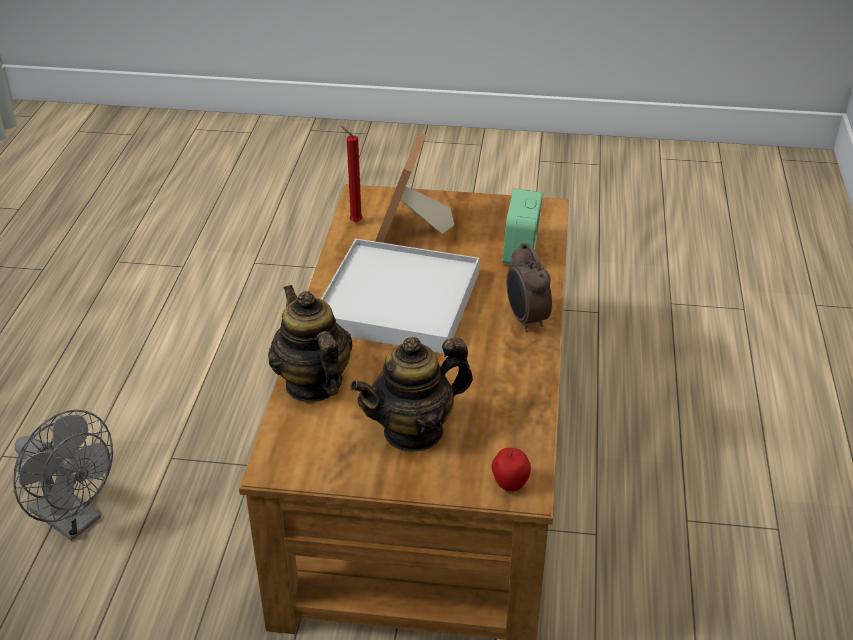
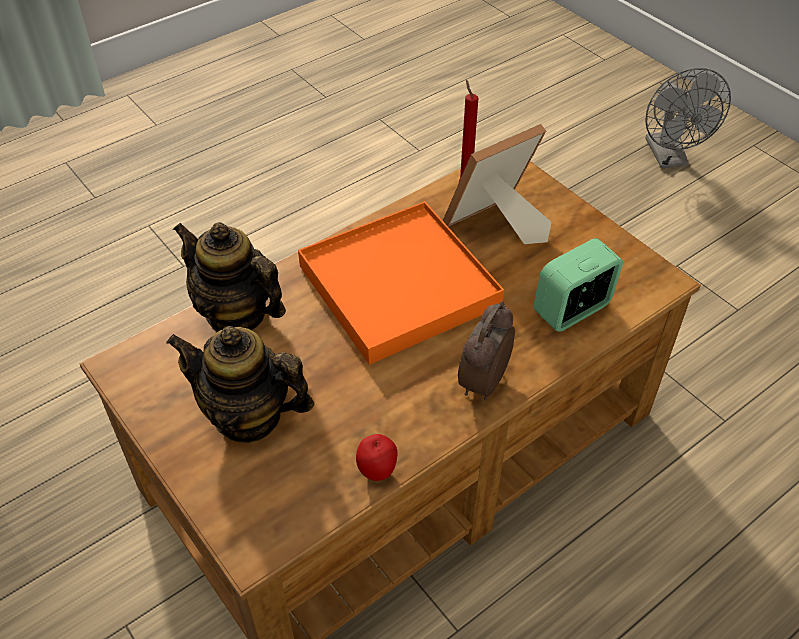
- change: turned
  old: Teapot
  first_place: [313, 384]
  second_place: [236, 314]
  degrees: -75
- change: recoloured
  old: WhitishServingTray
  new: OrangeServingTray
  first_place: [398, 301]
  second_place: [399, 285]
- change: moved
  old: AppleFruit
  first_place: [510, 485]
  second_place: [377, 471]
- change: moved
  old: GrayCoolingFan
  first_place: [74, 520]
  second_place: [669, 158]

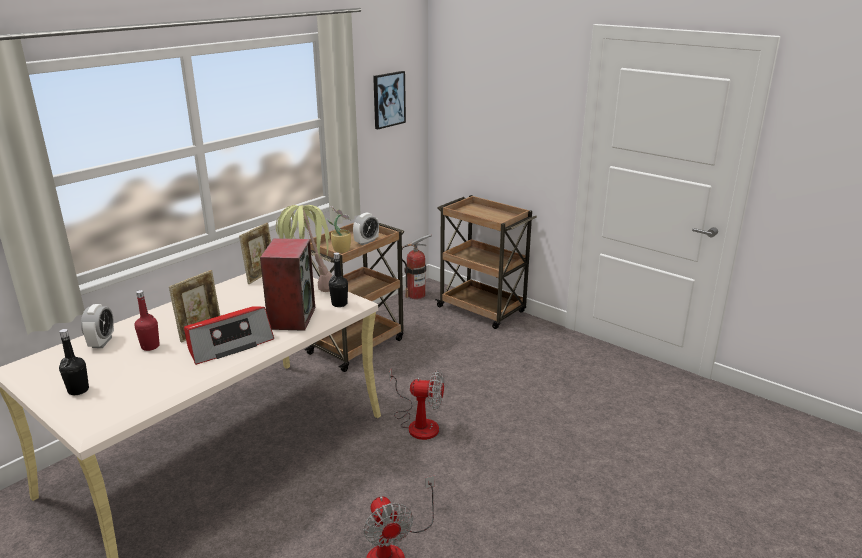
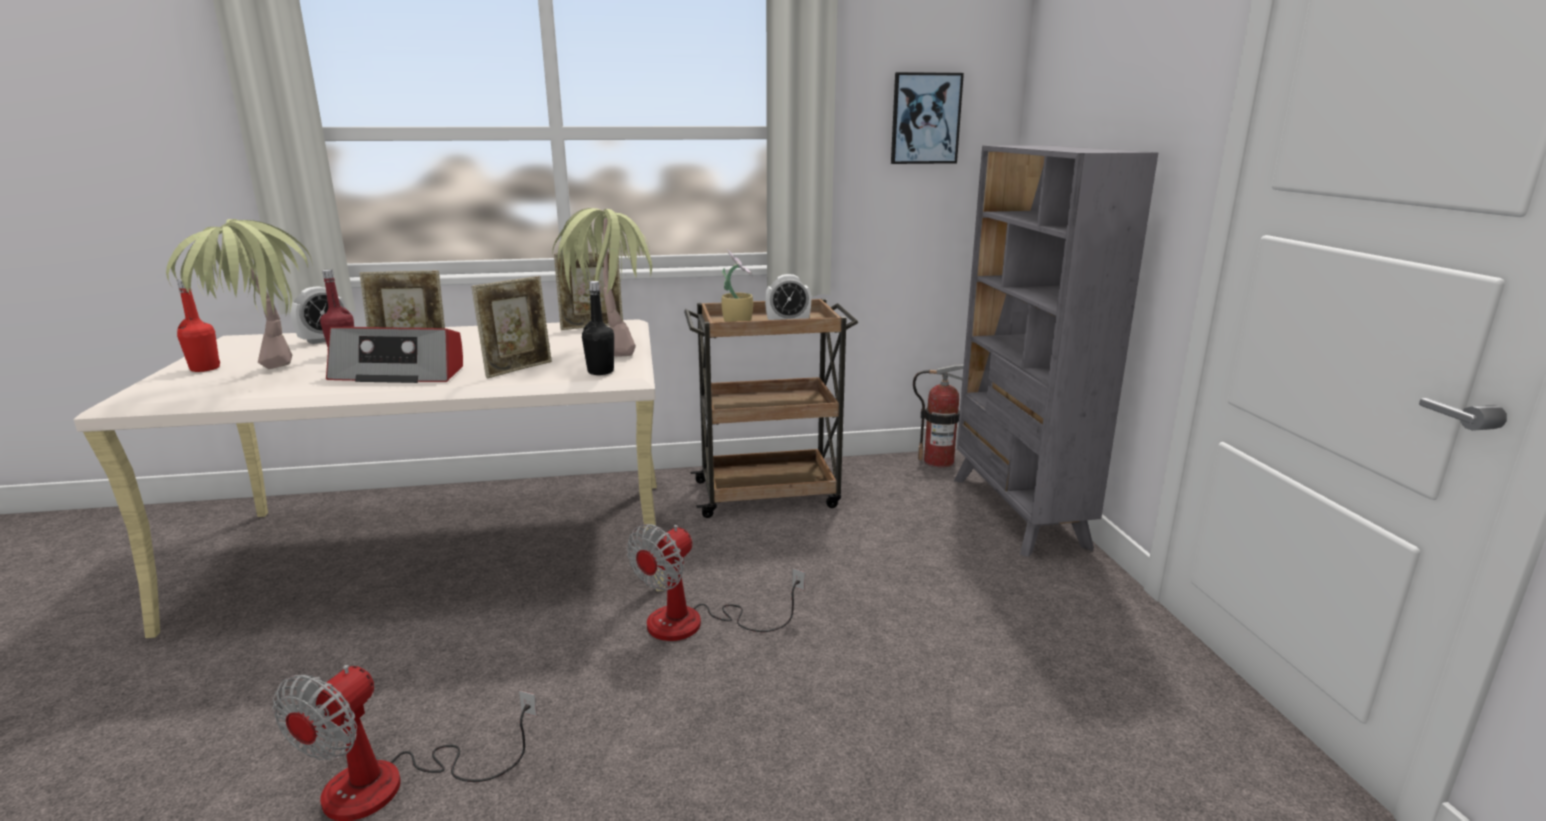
- change: added
  new: PlantInAPot
  second_place: [264, 377]
- change: recoloured
  old: BlackColouredBeverageBottle
  new: RedBeverageBottle
  first_place: [78, 390]
  second_place: [205, 368]
- change: replaced
  old: Loudspeaker
  new: PhotoFrame
  first_place: [291, 317]
  second_place: [518, 369]
- change: turned
  old: CoolingFan
  first_place: [418, 423]
  second_place: [695, 624]
  degrees: 75
- change: replaced
  old: BrownishWheeledCart
  new: GrayBookshelf
  first_place: [482, 310]
  second_place: [1017, 512]

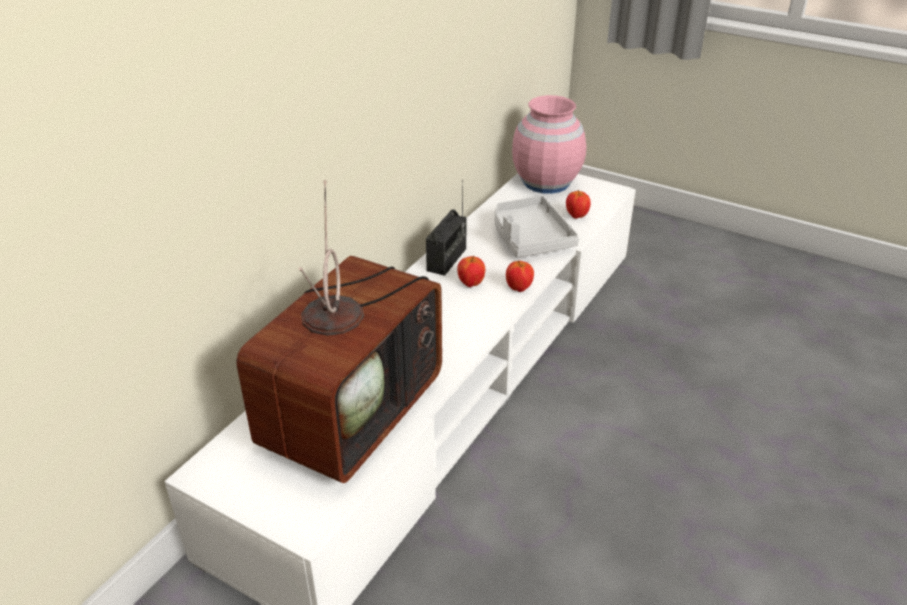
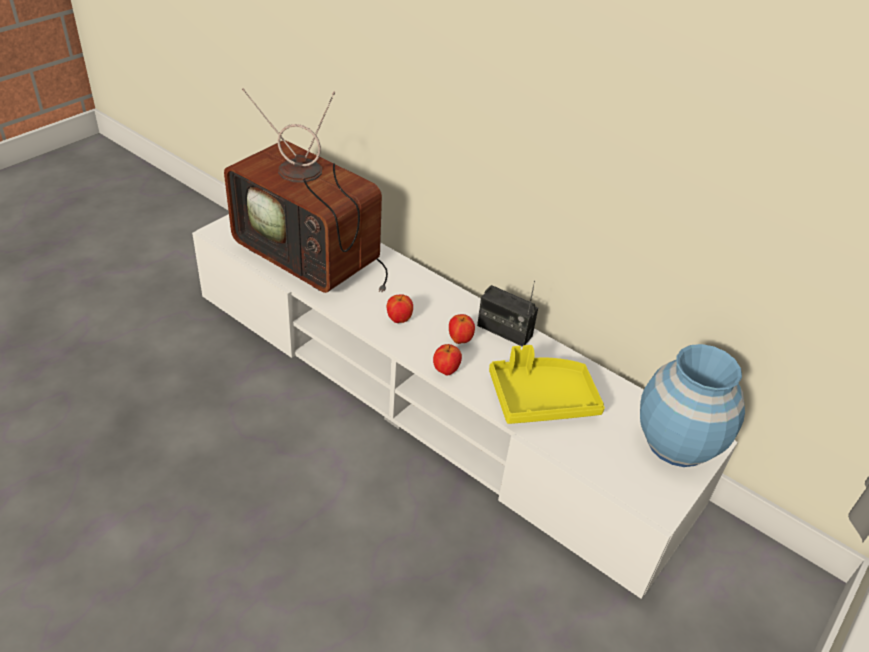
- change: moved
  old: AppleFruit
  first_place: [576, 216]
  second_place: [399, 319]
- change: recoloured
  old: GrayServingTray
  new: YellowColouredServingTray
  first_place: [529, 238]
  second_place: [541, 399]
- change: recoloured
  old: PinkDecorativeVase
  new: BlueDecorativeVase
  first_place: [546, 182]
  second_place: [677, 443]

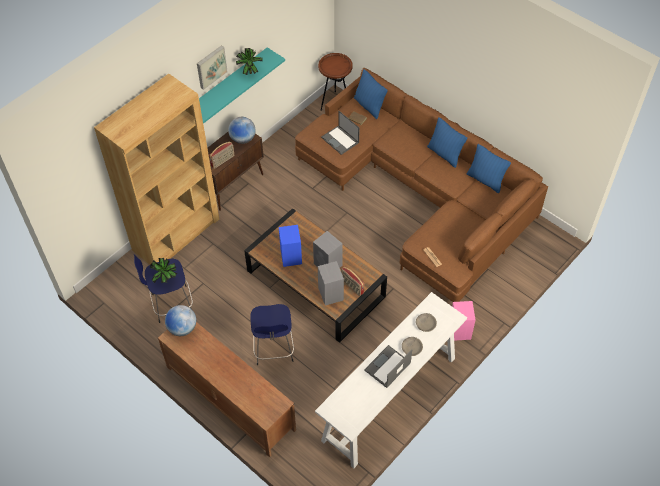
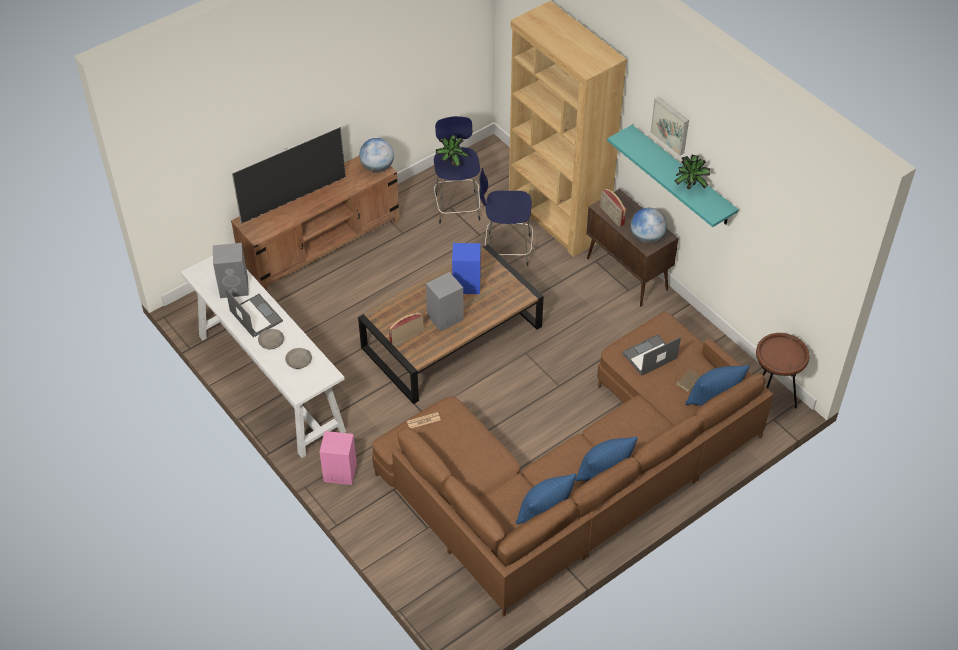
- change: moved
  old: GrayLoudspeaker
  first_place: [330, 293]
  second_place: [235, 287]
- change: added
  new: Television
  second_place: [293, 199]
- change: moved
  old: BlueStool
  first_place: [273, 349]
  second_place: [506, 249]

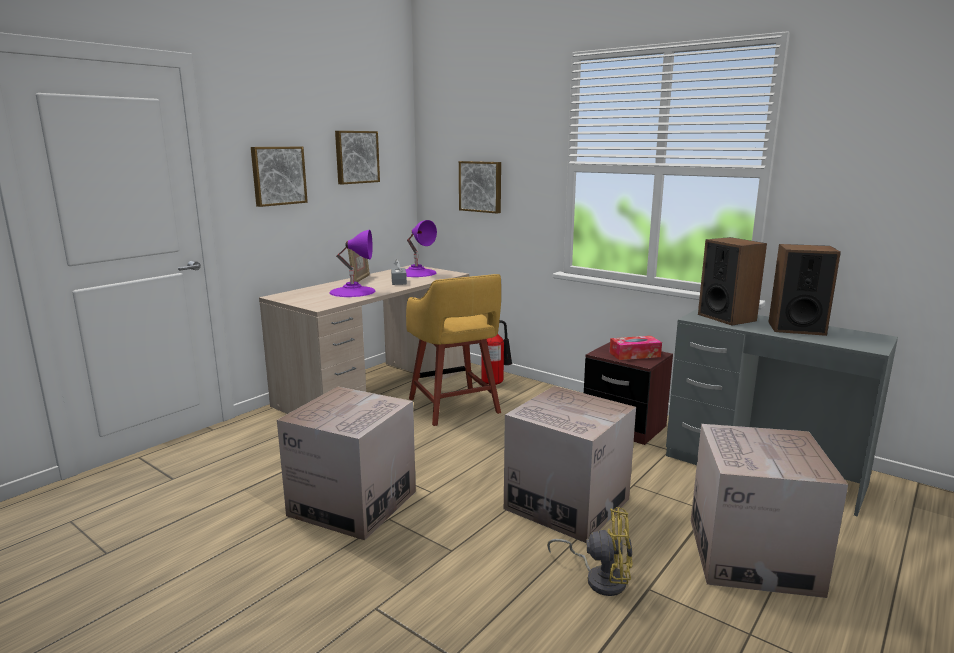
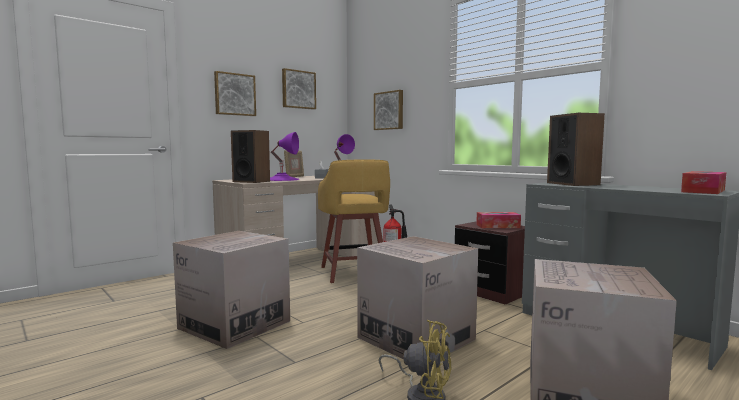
- change: moved
  old: Loudspeaker
  first_place: [796, 328]
  second_place: [251, 181]
- change: added
  new: TissueBox
  second_place: [703, 191]

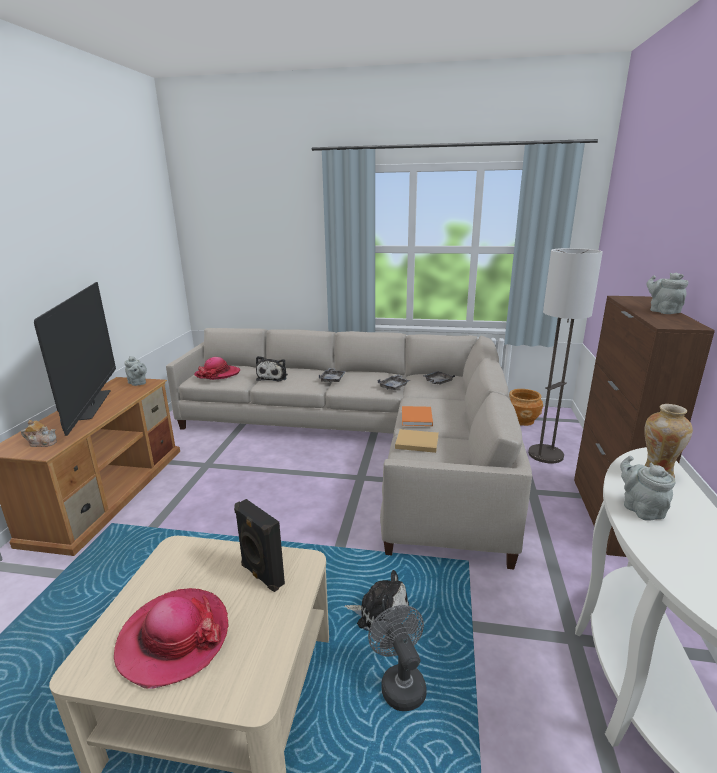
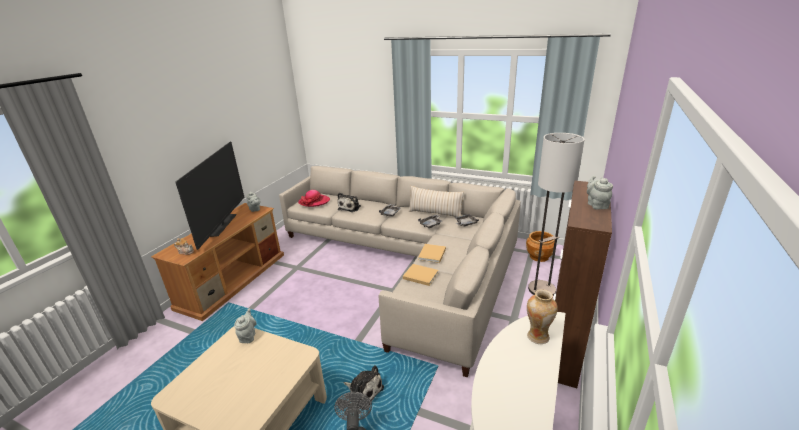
- change: moved
  old: GrayTeapot
  first_place: [640, 509]
  second_place: [248, 336]
- change: added
  new: SandColouredCushion
  second_place: [435, 213]
- change: recoloured
  old: OrangeBook
  new: SandColouredBook
  first_place: [416, 418]
  second_place: [431, 255]
- change: removed
  old: Hat
  first_place: [173, 638]
- change: removed
  old: BlackColouredLoudspeaker
  first_place: [261, 575]

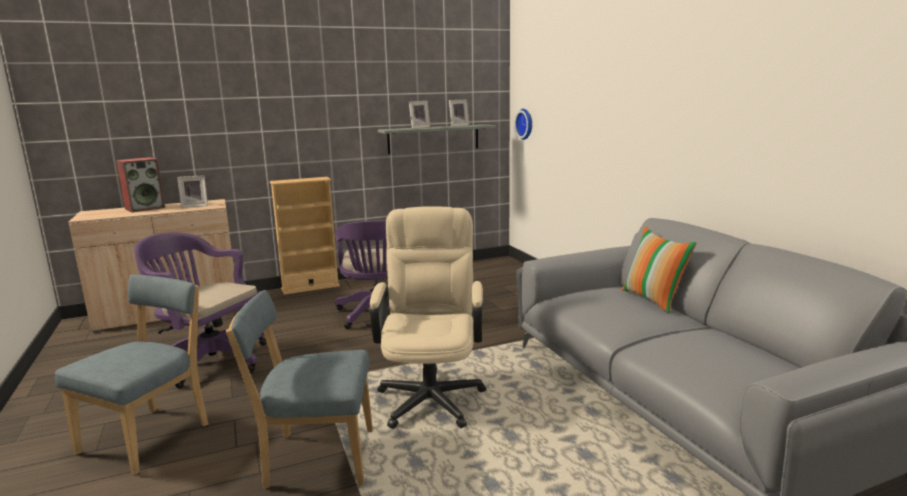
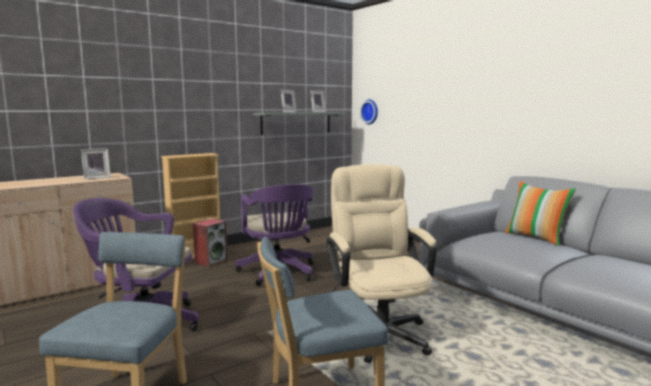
- change: moved
  old: Loudspeaker
  first_place: [145, 208]
  second_place: [211, 261]

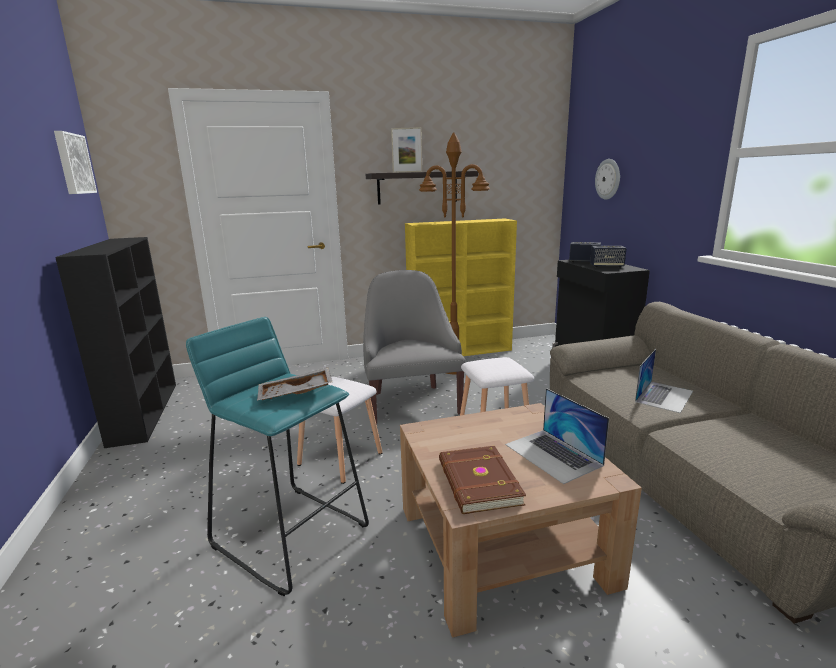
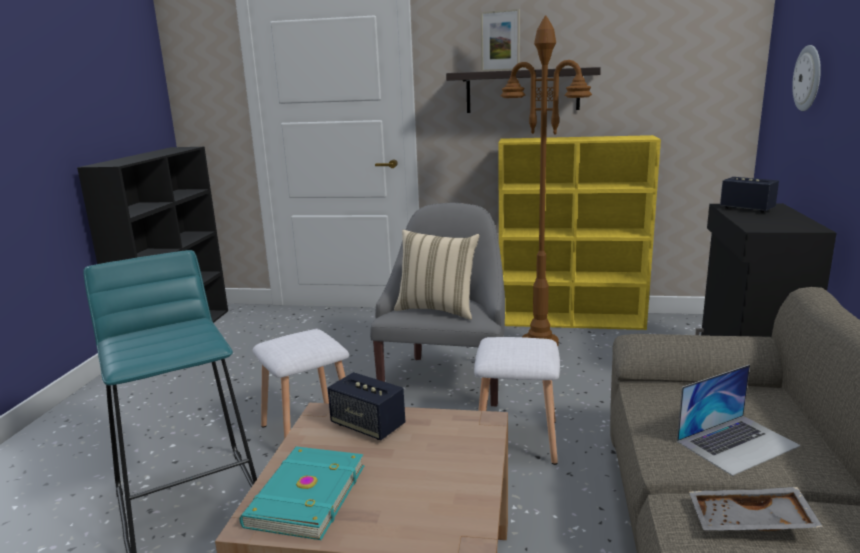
- change: recoloured
  old: BrownishBook
  new: TurquoiseBook
  first_place: [477, 482]
  second_place: [304, 495]
- change: moved
  old: Loudspeaker
  first_place: [606, 266]
  second_place: [368, 426]
- change: added
  new: SandColouredCushion
  second_place: [437, 309]
- change: moved
  old: GrayServingTray
  first_place: [295, 394]
  second_place: [750, 523]
- change: removed
  old: WallArt
  first_place: [73, 164]
- change: removed
  old: Laptop
  first_place: [553, 455]

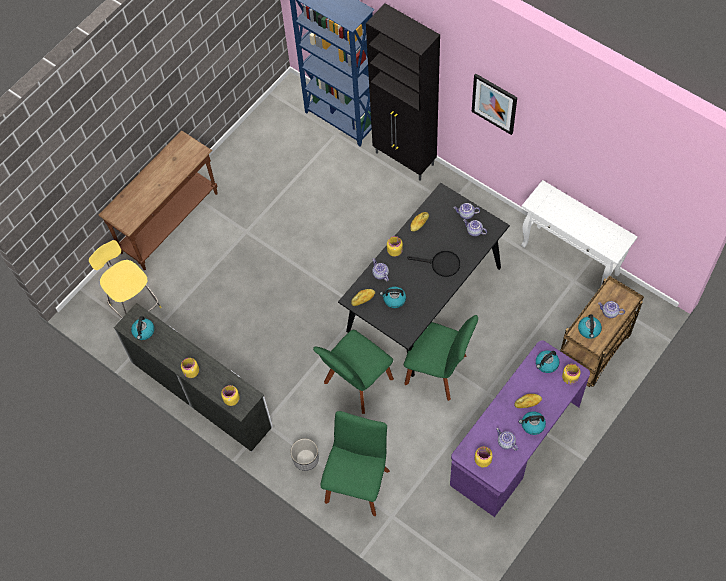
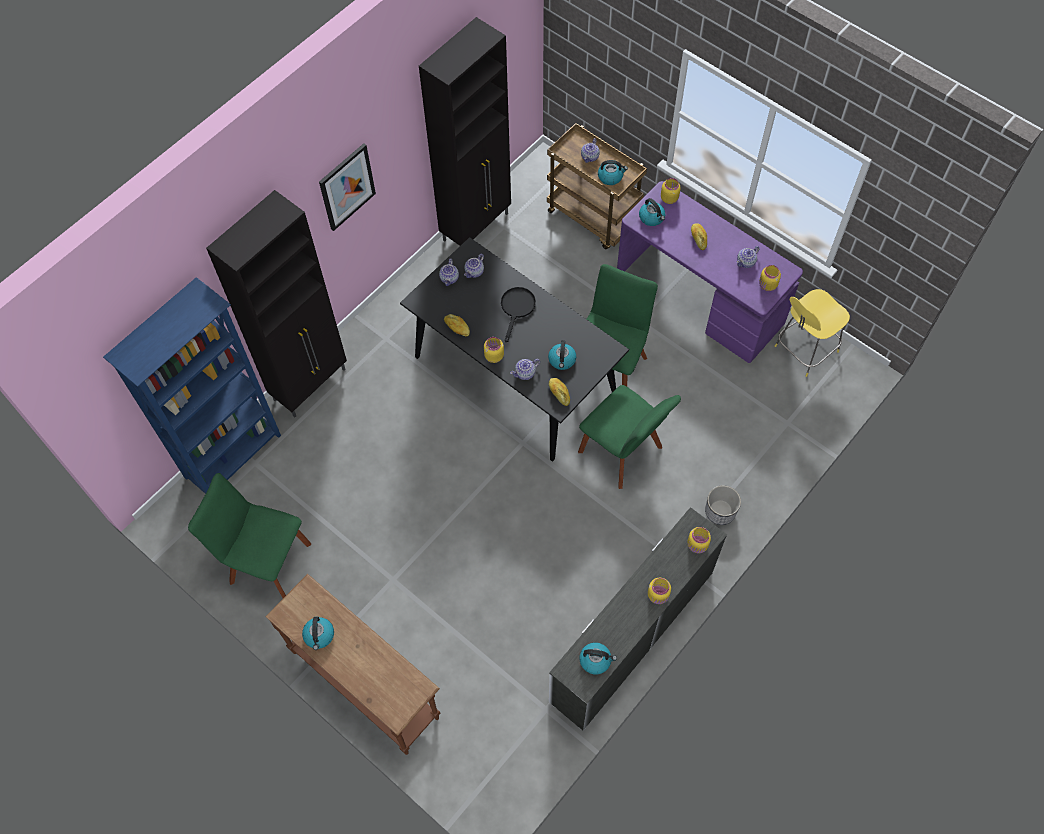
- change: moved
  old: GreenishUprightChair
  first_place: [357, 482]
  second_place: [266, 561]
- change: moved
  old: TeaKettle
  first_place: [532, 425]
  second_place: [319, 636]
- change: replaced
  old: WhitishNarrowTable
  new: BlackColouredCupboard
  first_place: [570, 260]
  second_place: [477, 226]
- change: moved
  old: YellowColouredStool
  first_place: [134, 305]
  second_place: [804, 350]

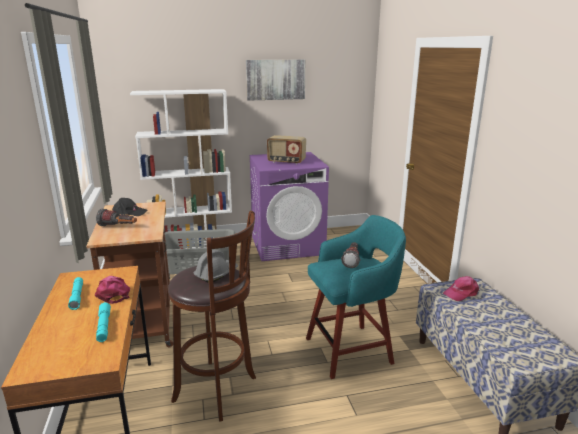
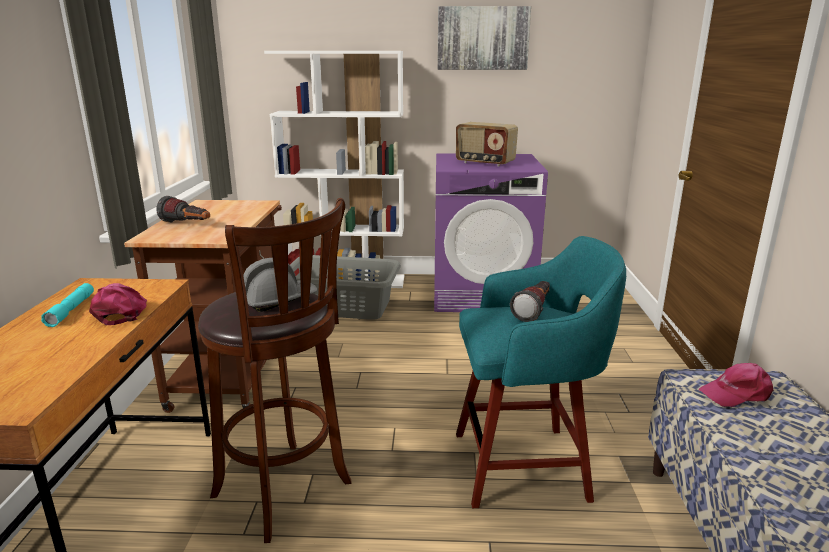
- change: removed
  old: TurquoiseFlashlight
  first_place: [104, 326]
- change: removed
  old: BlackColouredCap
  first_place: [129, 213]

